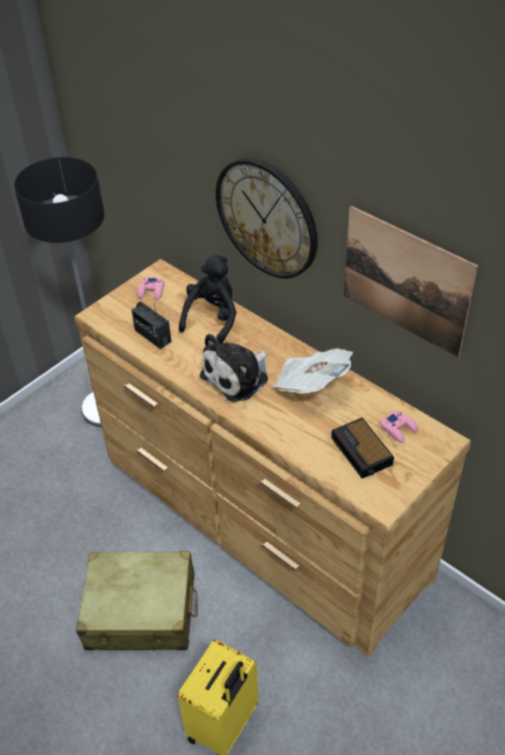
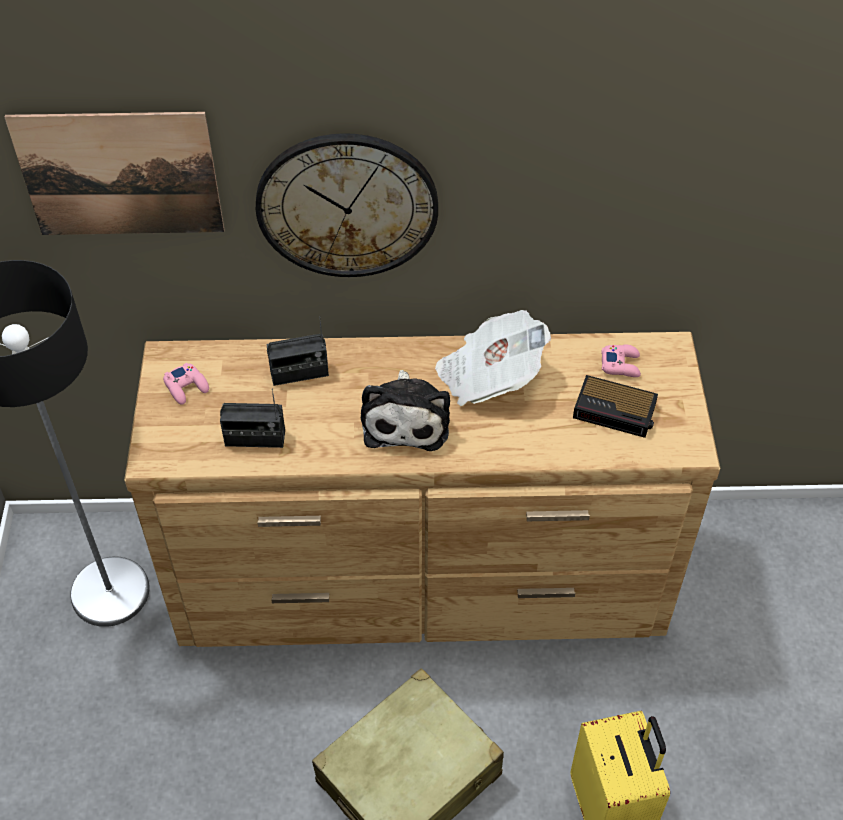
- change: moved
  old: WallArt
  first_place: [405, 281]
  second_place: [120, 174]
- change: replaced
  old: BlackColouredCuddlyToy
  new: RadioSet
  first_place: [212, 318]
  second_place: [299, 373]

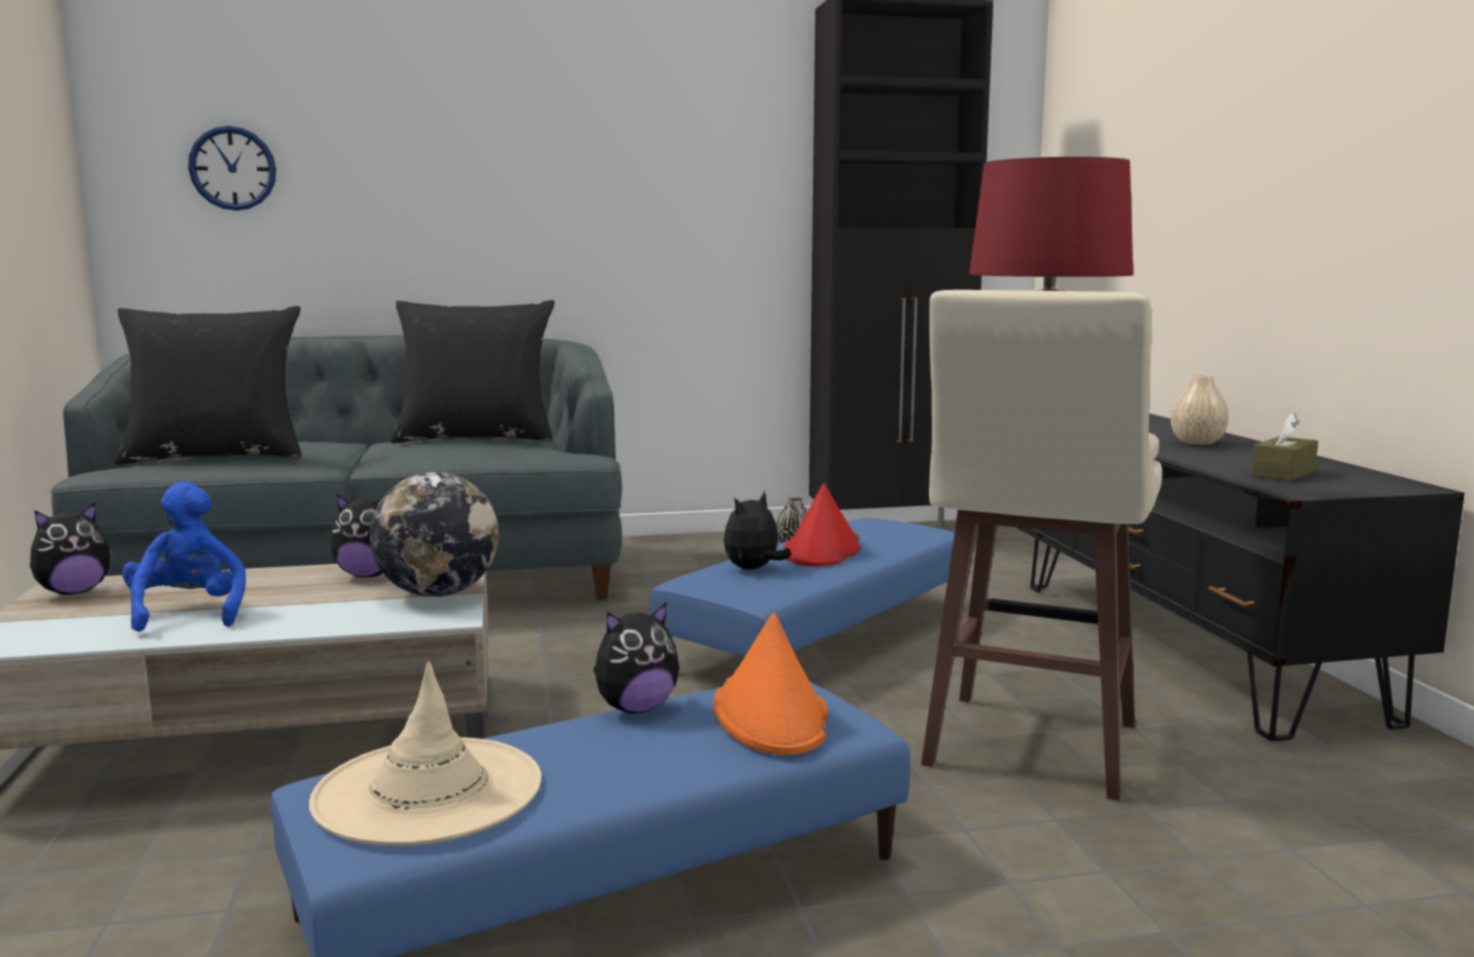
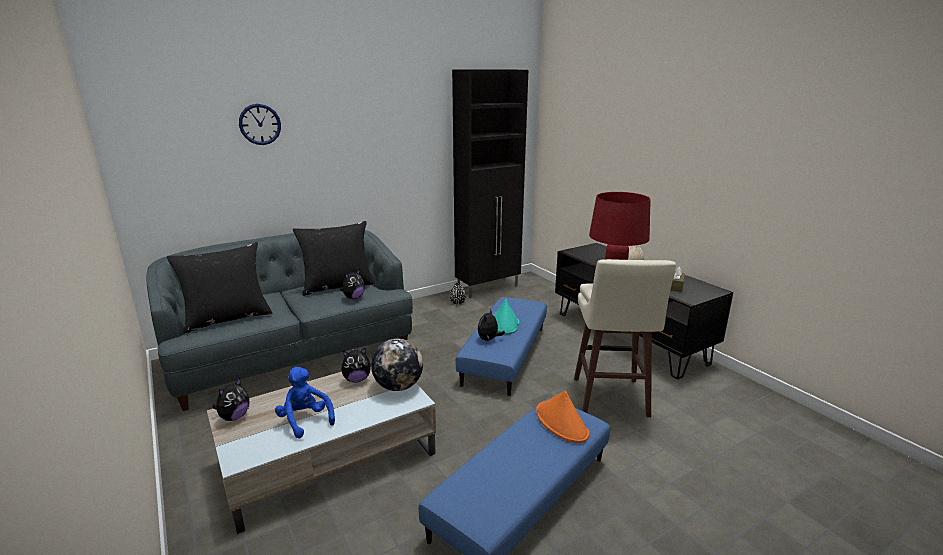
- change: moved
  old: WallClock
  first_place: [232, 168]
  second_place: [260, 124]
- change: moved
  old: CuddlyToy
  first_place: [635, 708]
  second_place: [353, 298]
- change: recoloured
  old: RedHat
  new: TurquoiseHat
  first_place: [822, 550]
  second_place: [504, 323]
- change: removed
  old: SandColouredHat
  first_place: [428, 791]

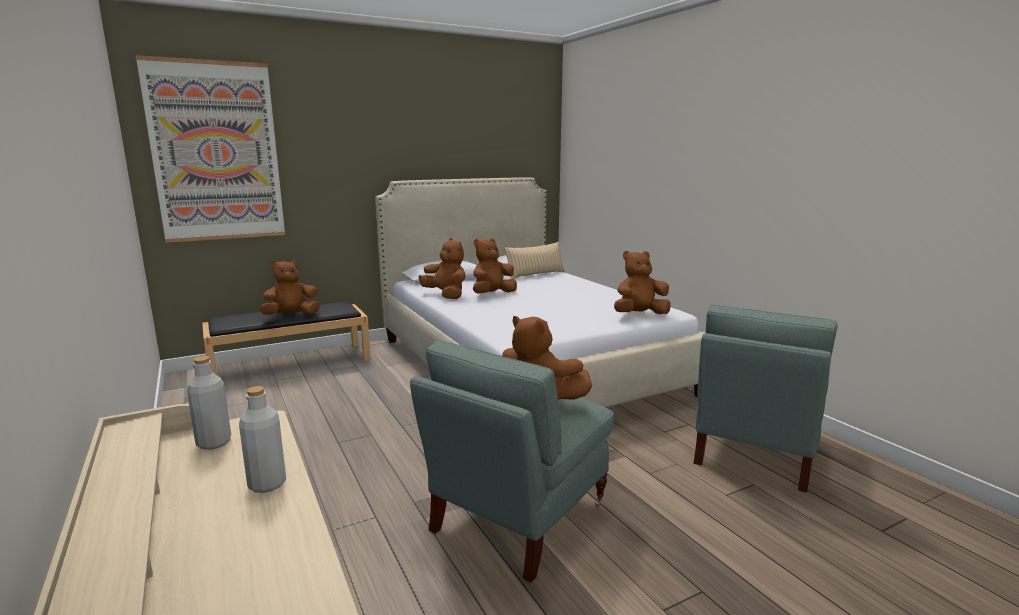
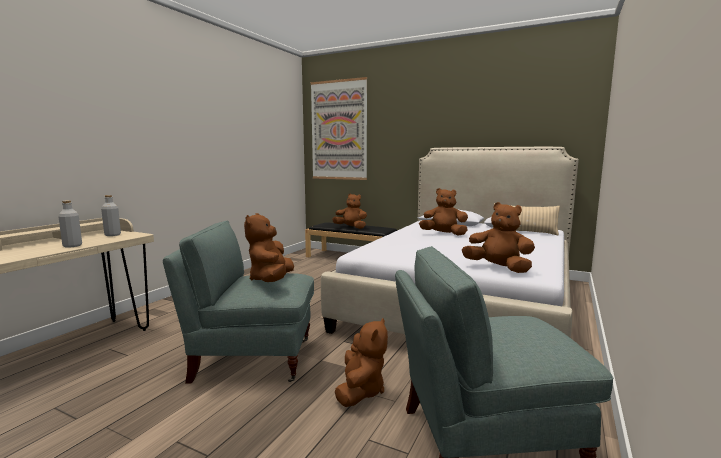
- change: moved
  old: BrownishCuddlyToy
  first_place: [446, 295]
  second_place: [360, 391]

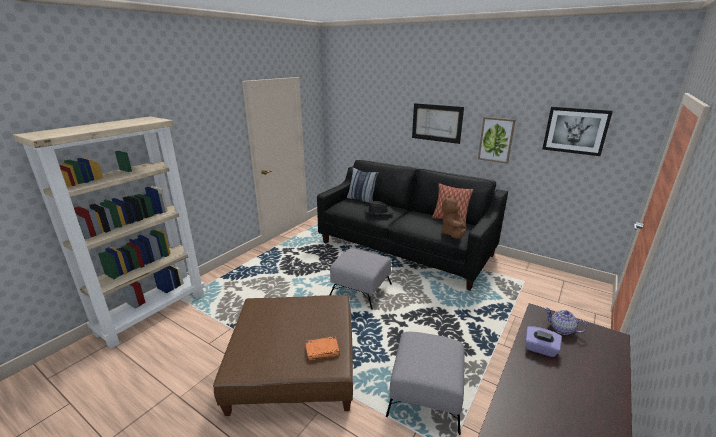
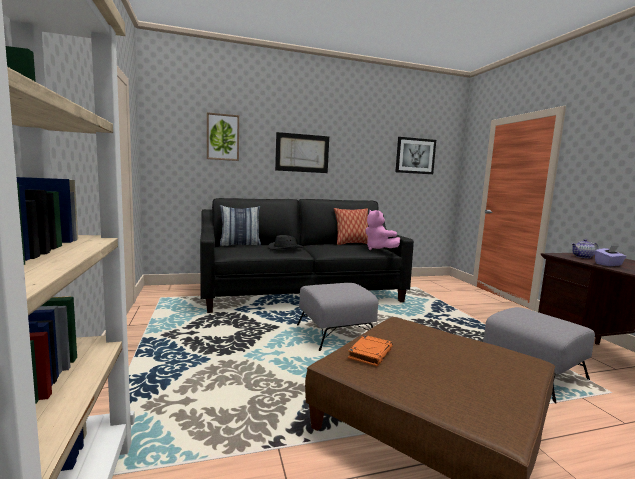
- change: moved
  old: WallArt
  first_place: [496, 140]
  second_place: [223, 137]
- change: moved
  old: OrangeBook
  first_place: [322, 350]
  second_place: [370, 353]
- change: recoloured
  old: BrownishCuddlyToy
  new: PinkCuddlyToy
  first_place: [452, 234]
  second_place: [378, 249]

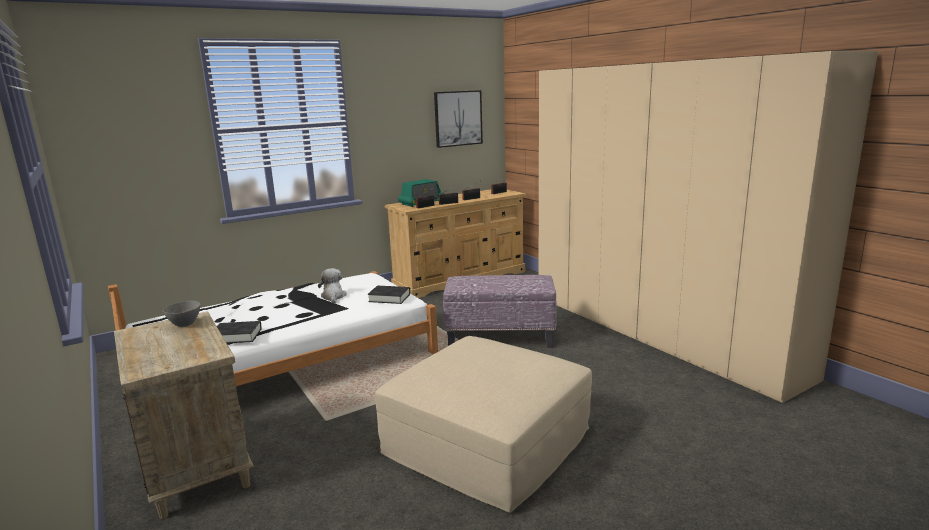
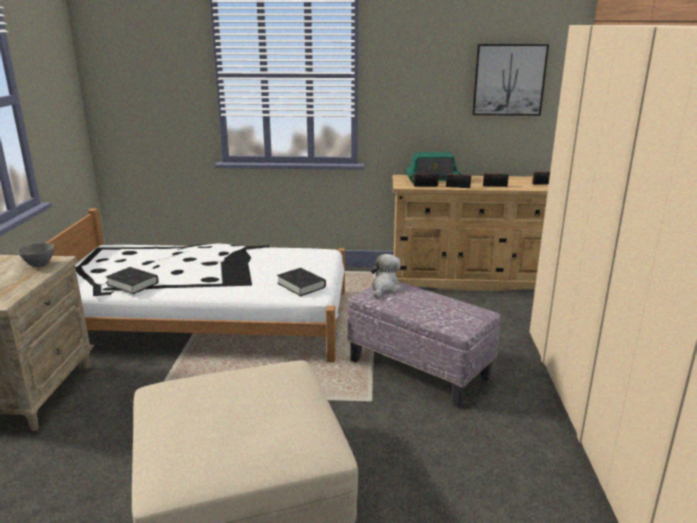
- change: moved
  old: CuddlyToy
  first_place: [333, 297]
  second_place: [384, 288]

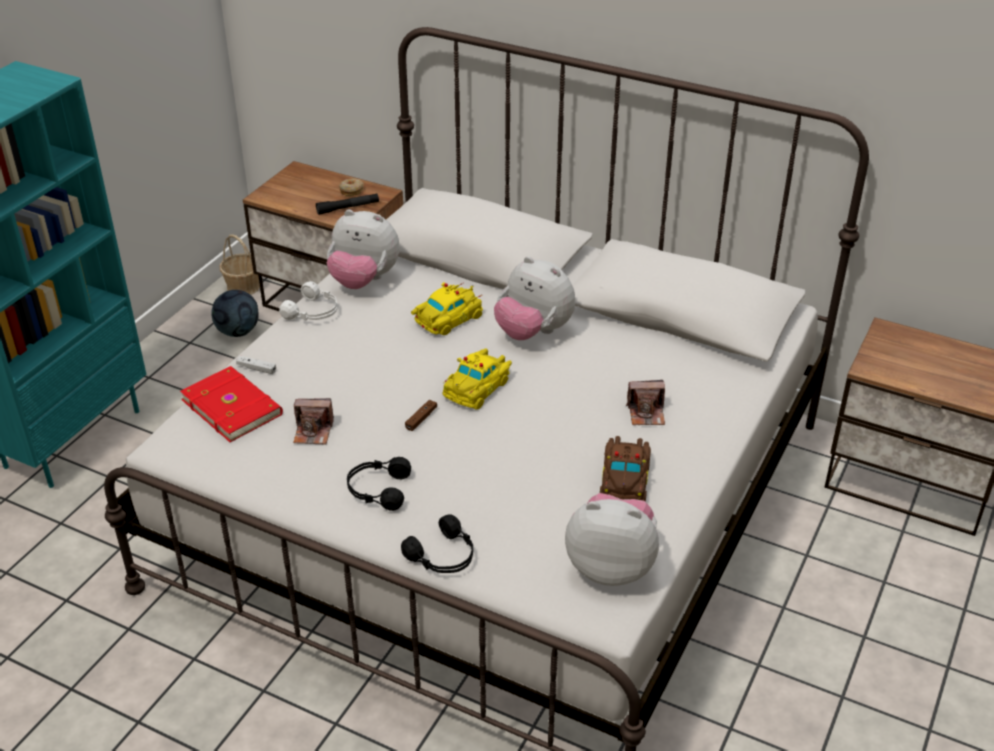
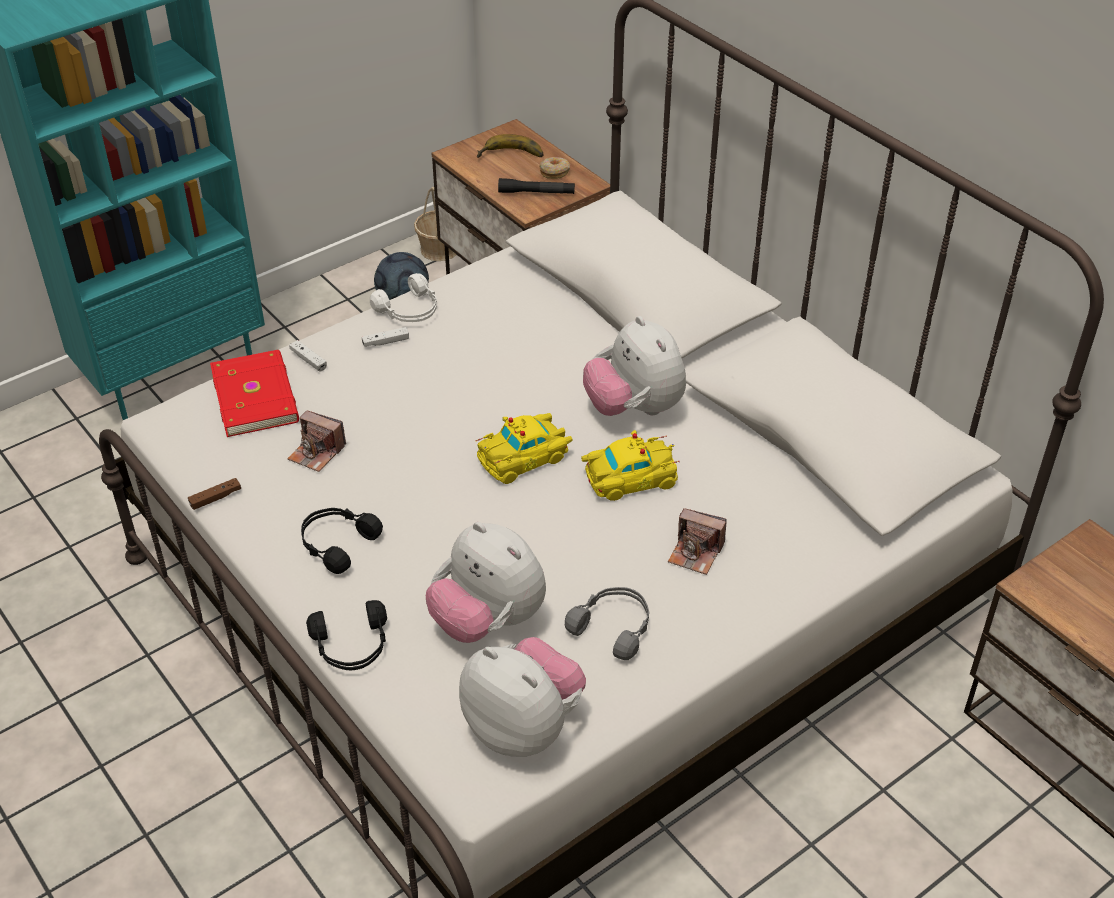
- change: moved
  old: BrownishGameController
  first_place: [421, 419]
  second_place: [215, 498]
- change: added
  new: WhitishGameController
  second_place: [386, 342]
- change: moved
  old: CuddlyToy
  first_place: [364, 281]
  second_place: [488, 620]
- change: added
  new: BananaFruit
  second_place: [511, 156]
- change: replaced
  old: BrownishToyCar
  new: GrayHeadset
  first_place: [625, 479]
  second_place: [613, 627]
- change: moved
  old: YellowColouredToyCar
  first_place: [446, 319]
  second_place: [628, 478]

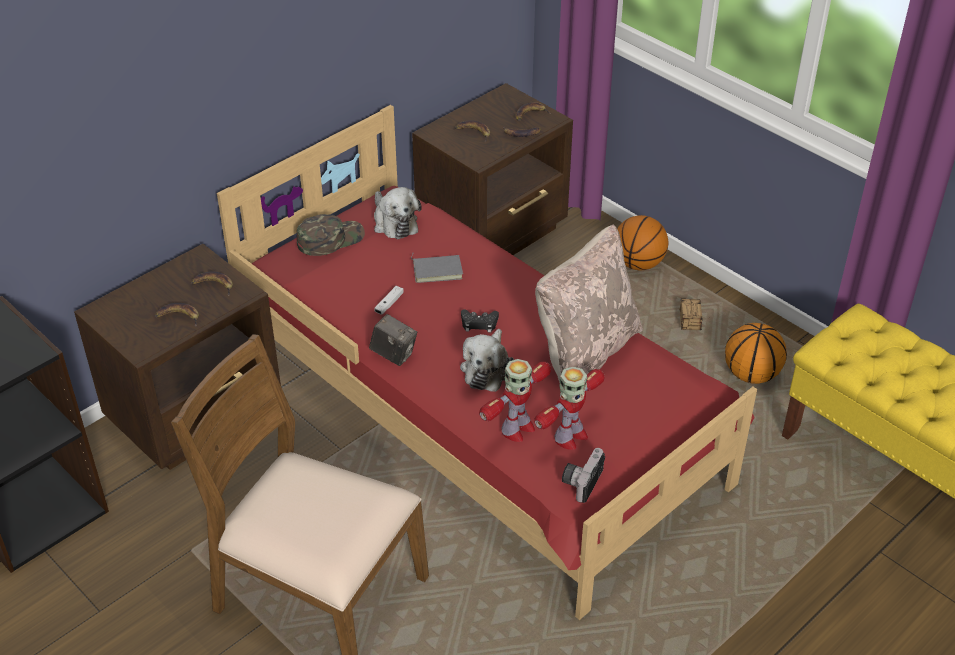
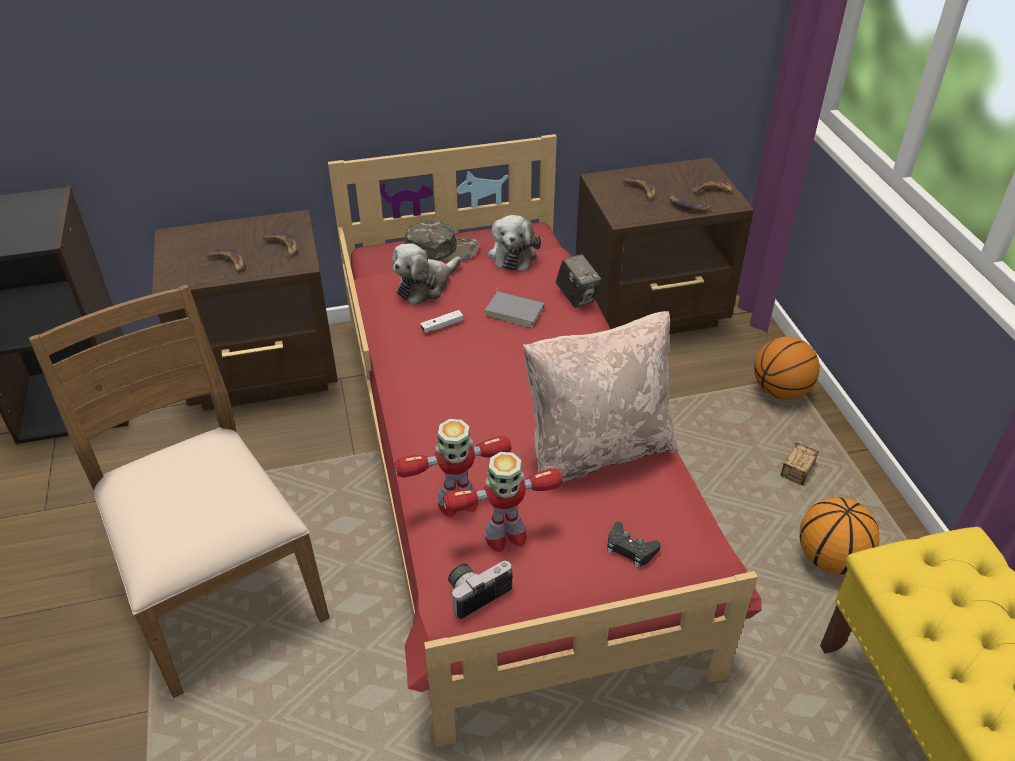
- change: moved
  old: CuddlyToy
  first_place: [487, 369]
  second_place: [425, 286]
- change: moved
  old: PhotoCamera
  first_place: [394, 354]
  second_place: [577, 297]
- change: moved
  old: BlackColouredGameController
  first_place: [479, 323]
  second_place: [630, 549]

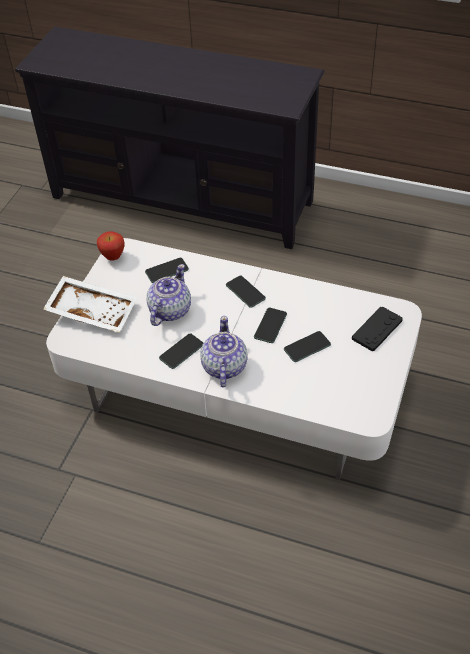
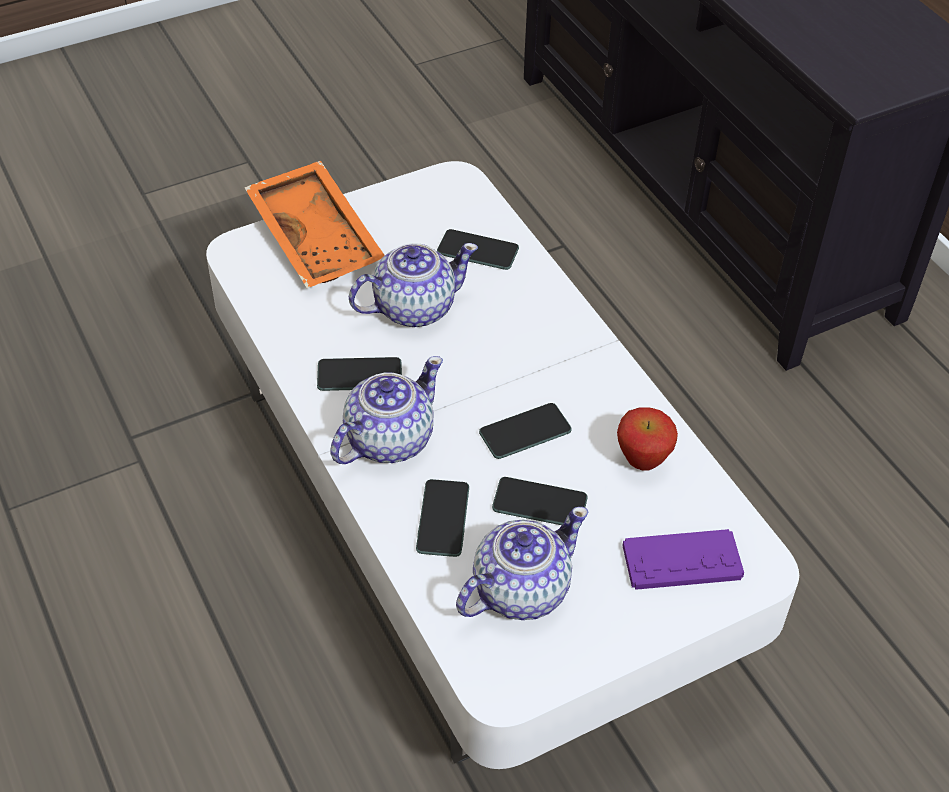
- change: recoloured
  old: WhitishServingTray
  new: OrangeServingTray
  first_place: [93, 310]
  second_place: [318, 238]
- change: moved
  old: Phone
  first_place: [245, 292]
  second_place: [443, 518]
- change: added
  new: Teapot
  second_place: [519, 590]
- change: moved
  old: AppleFruit
  first_place: [113, 257]
  second_place: [642, 461]
- change: recoloured
  old: BlackColouredGameController
  new: PurpleGameController
  first_place: [377, 329]
  second_place: [682, 561]

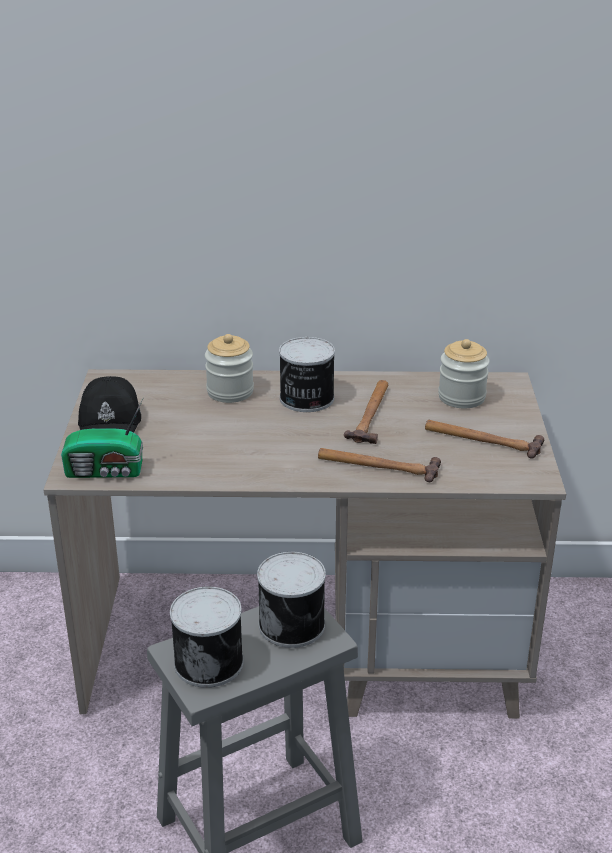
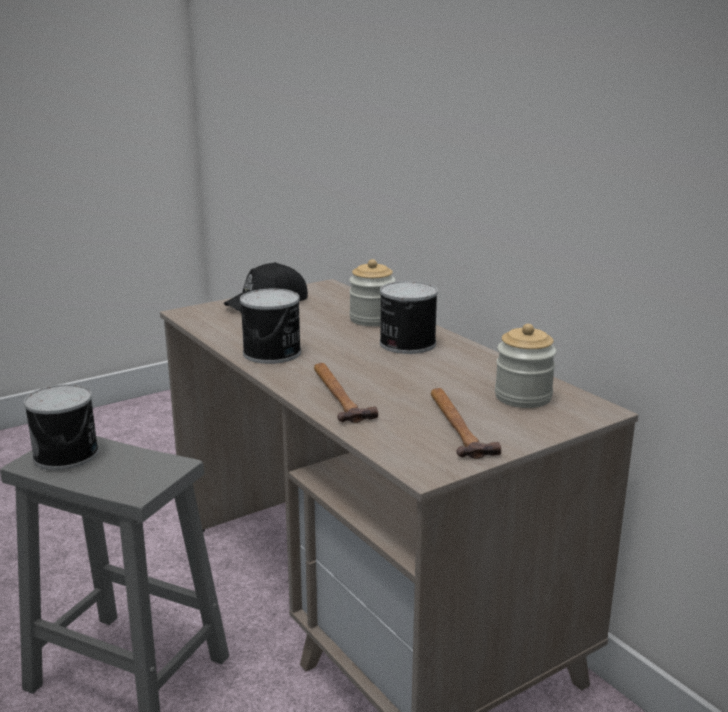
- change: moved
  old: MetalCan
  first_place: [293, 624]
  second_place: [273, 353]
- change: removed
  old: RadioSet
  first_place: [106, 471]
- change: removed
  old: HandHammer
  first_place: [372, 414]

